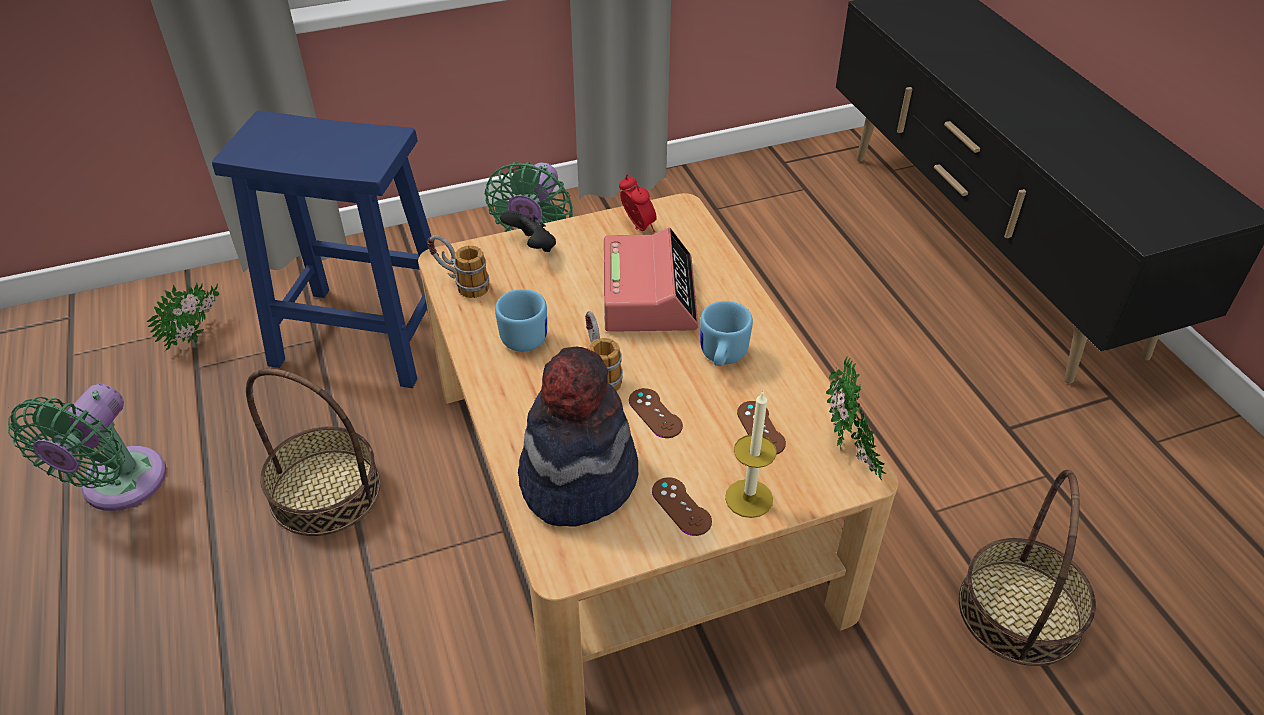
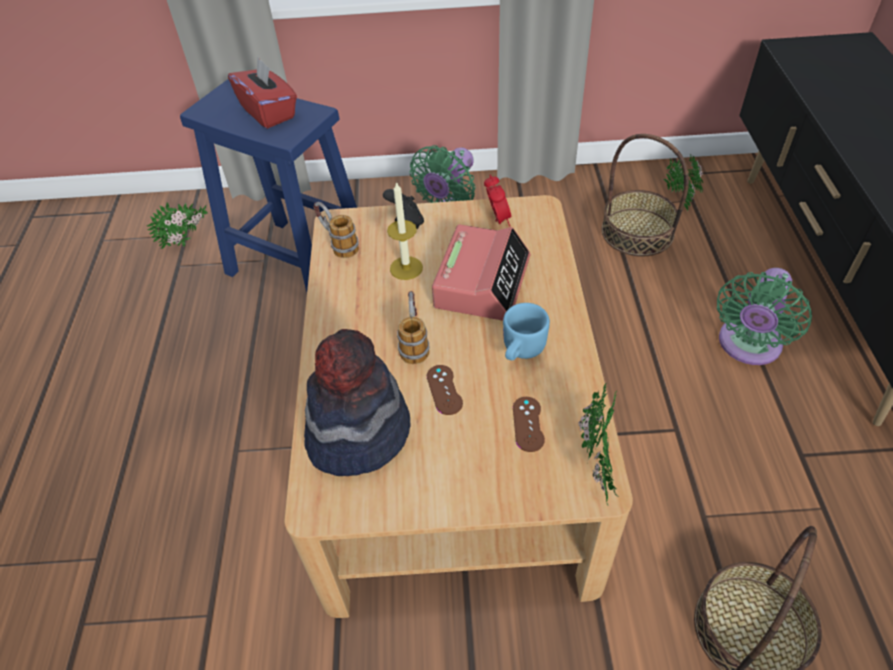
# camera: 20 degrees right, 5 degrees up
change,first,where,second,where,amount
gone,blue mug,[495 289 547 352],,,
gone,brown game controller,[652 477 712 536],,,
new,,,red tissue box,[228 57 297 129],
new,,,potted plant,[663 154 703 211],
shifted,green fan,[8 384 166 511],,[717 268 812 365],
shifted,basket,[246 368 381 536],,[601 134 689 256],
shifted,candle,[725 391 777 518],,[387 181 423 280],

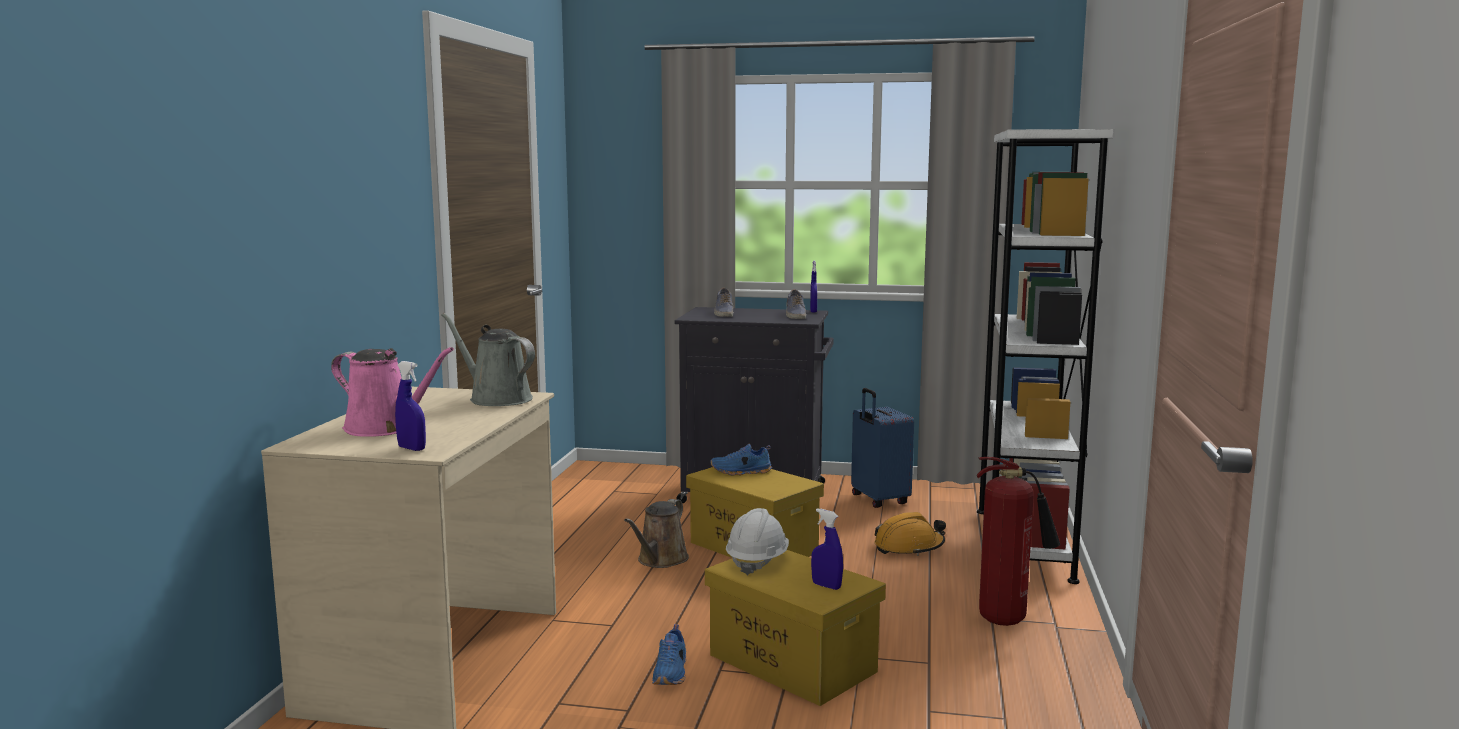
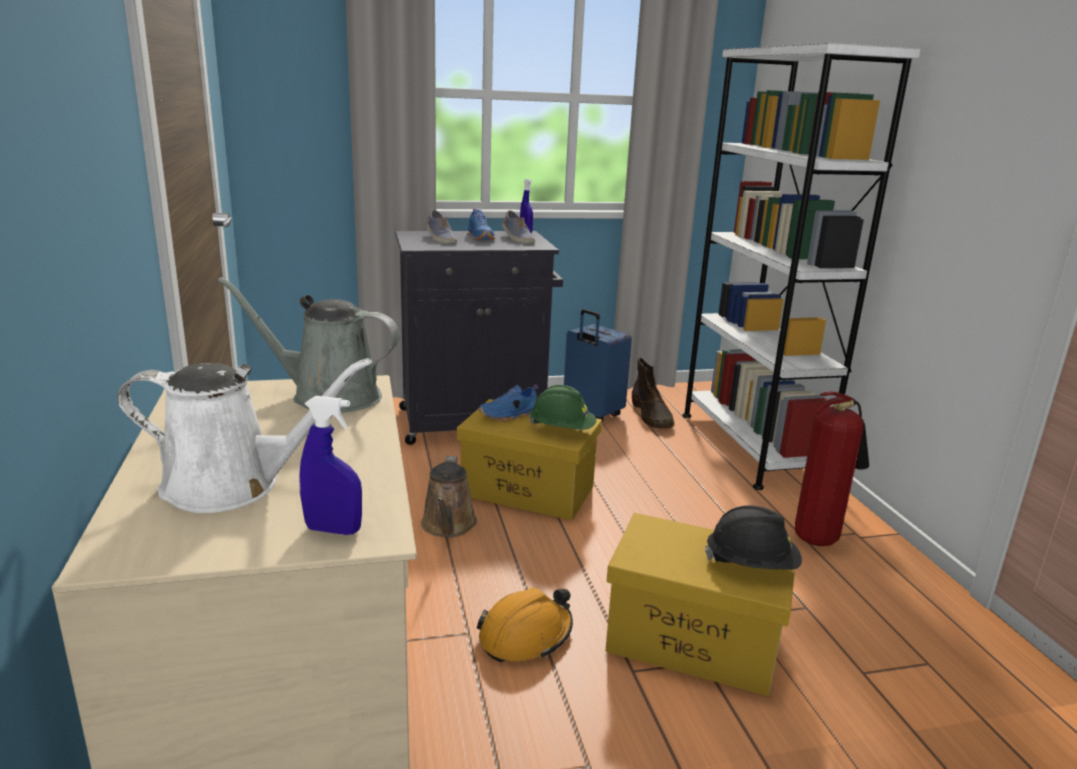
# camera: 25 degrees left, 10 degrees up
change,first,where,second,where,amount
gone,white hard hat,[726 508 789 575],,,
new,,,green hard hat,[529 385 596 430],
new,,,brown boot,[632 358 674 429],
shifted,blue shoe,[652 624 686 685],,[467 209 495 240],
shifted,orange hard hat,[874 512 946 556],,[477 587 573 662],
swapped,blue spray bottle,[811 508 843 590],black hard hat,[705 506 802 570],
repainted,pink watering can,[331 347 454 437],white watering can,[117 358 372 513],

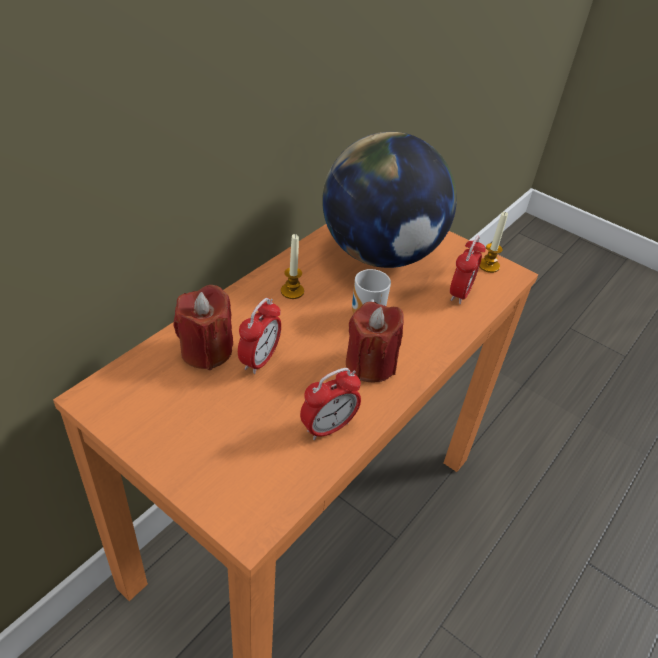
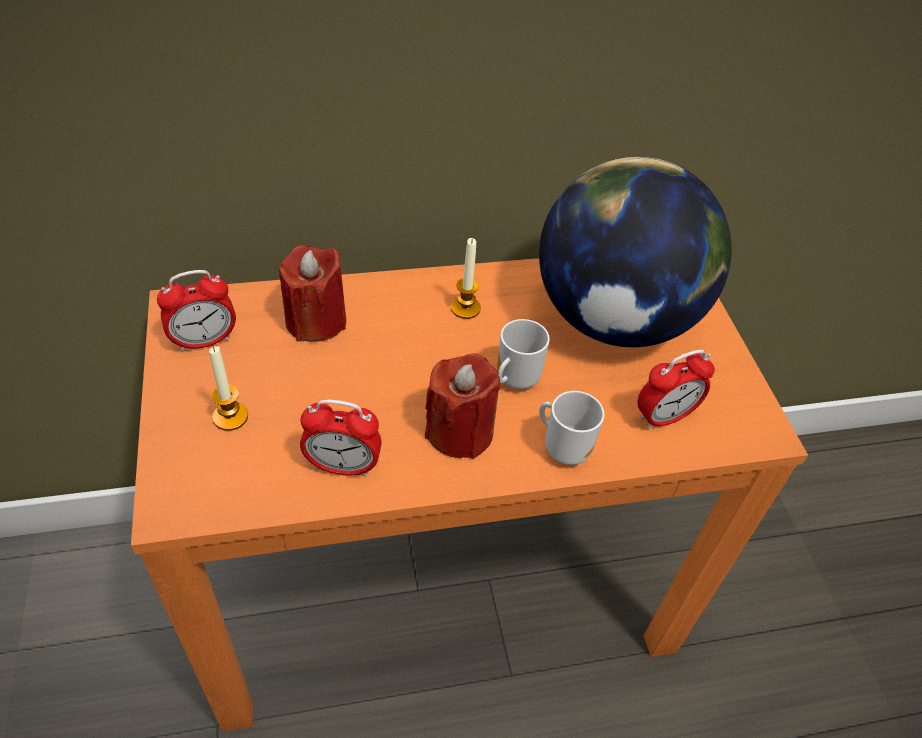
# camera: 40 degrees right, 5 degrees up
change,first,where,second,where,amount
new,,,mug,[539 391 604 465],
shifted,alarm clock,[238 298 281 374],,[157 270 236 352],
shifted,candle,[480 212 508 273],,[209 346 248 431],

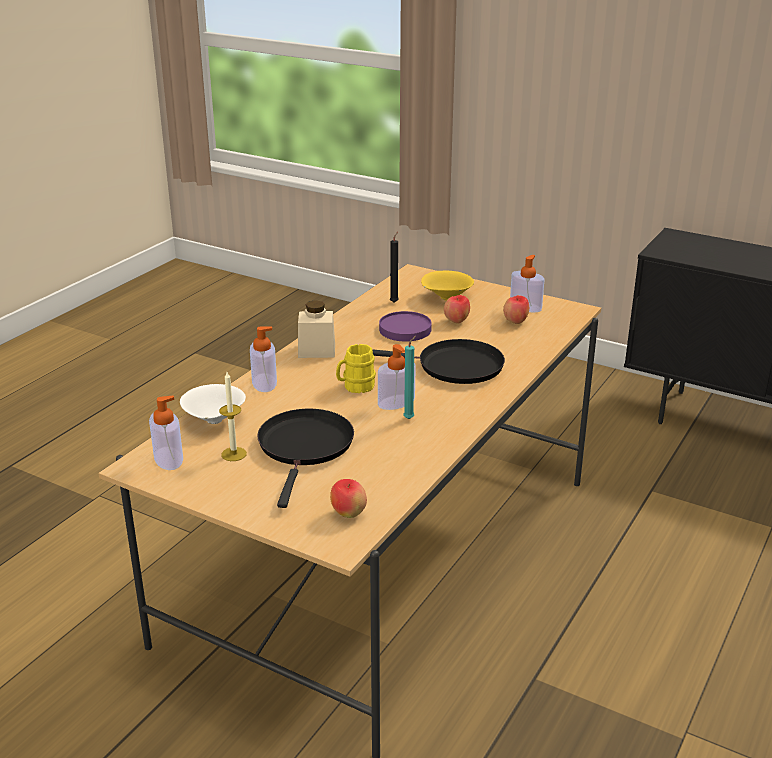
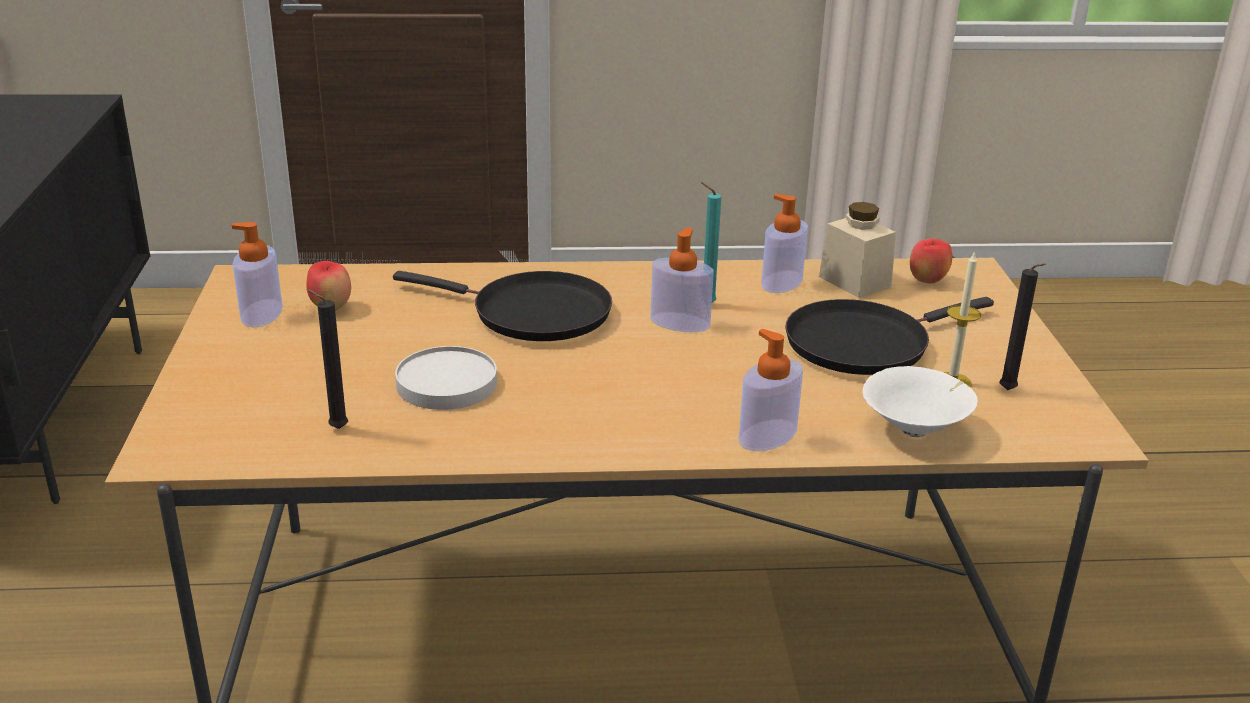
# camera: 125 degrees left, 0 degrees up
change,first,where,second,where,amount
gone,yellow mug,[336 344 376 393],,,
gone,yellow bowl,[421 271 474 301],,,
gone,apple,[444 295 470 324],,,
new,,,black candle,[1000 263 1046 390],
shifted,soap dispenser,[149 396 183 470],,[761 194 808 293],
shifted,beige jar,[298 300 335 358],,[819 202 896 298],
repainted,purple plate,[379 311 432 341],white plate,[395 346 497 410],
rotated,black frying pan,[372 339 505 384],,[393 271 612 341],135 degrees clockwise

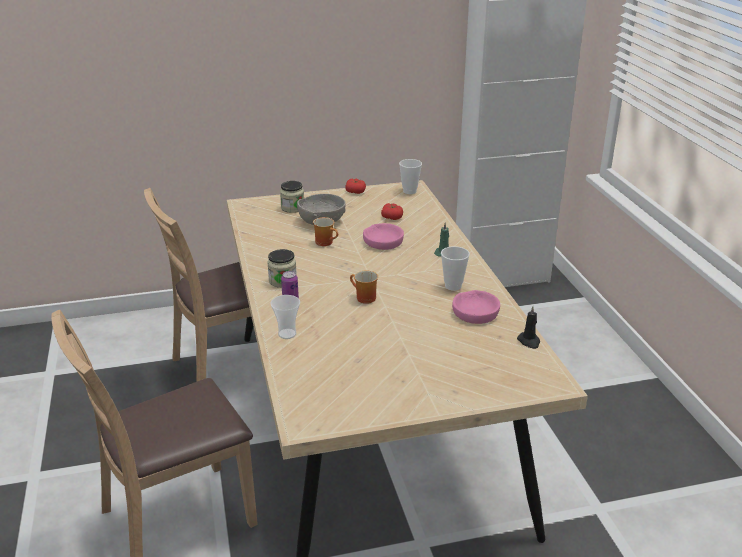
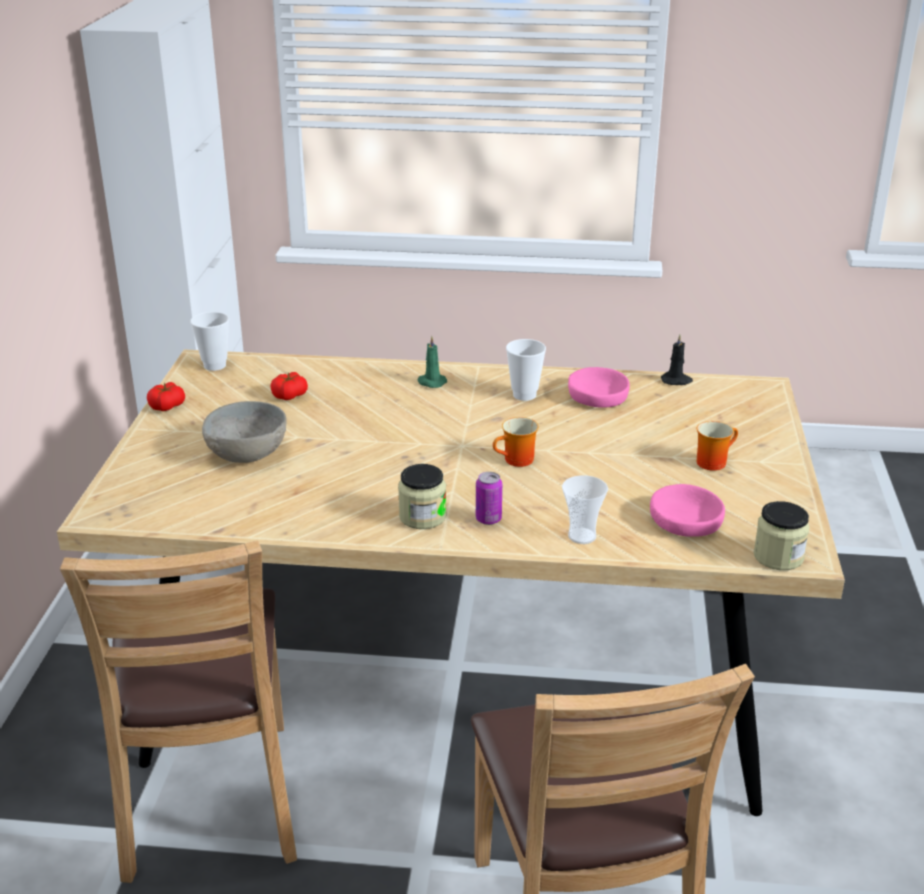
# camera: 70 degrees left, 0 degrees up
change,first,where,second,where,amount
shifted,jar,[280 181 304 213],,[753 501 810 570],
shifted,mug,[313 217 338 246],,[697 421 738 471],
shifted,pink bowl,[363 223 404 250],,[650 484 725 537],

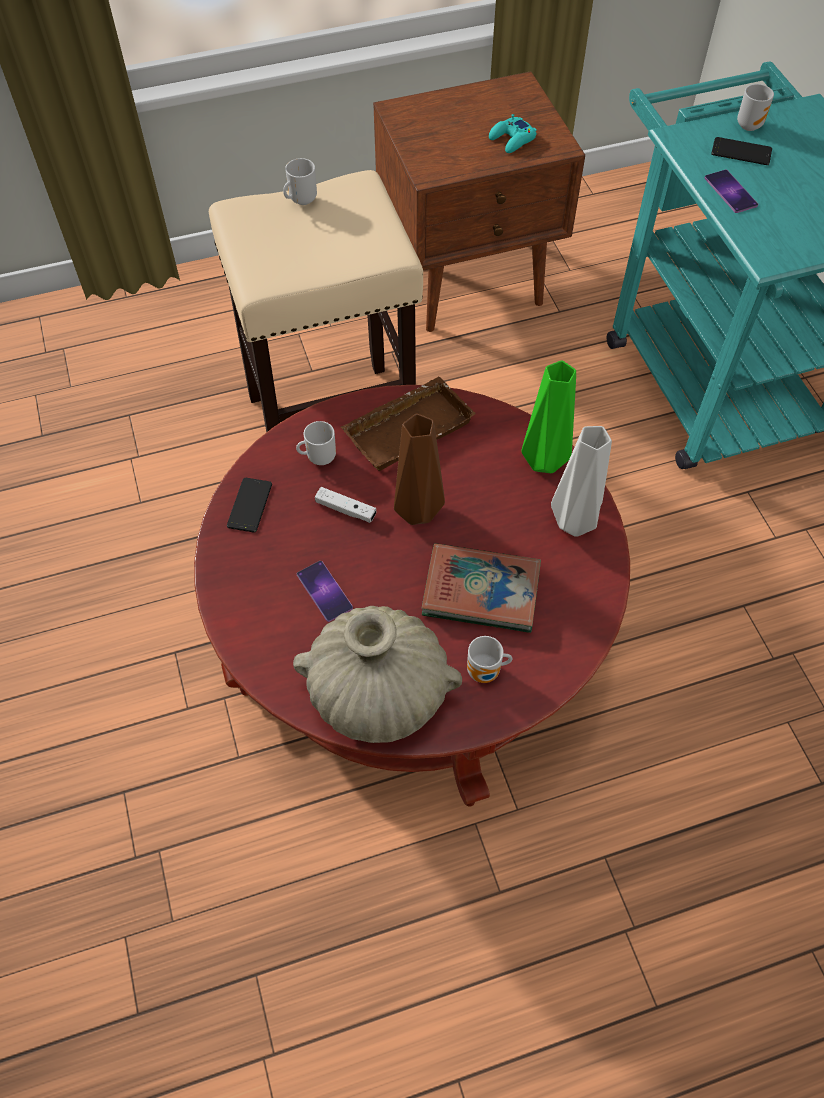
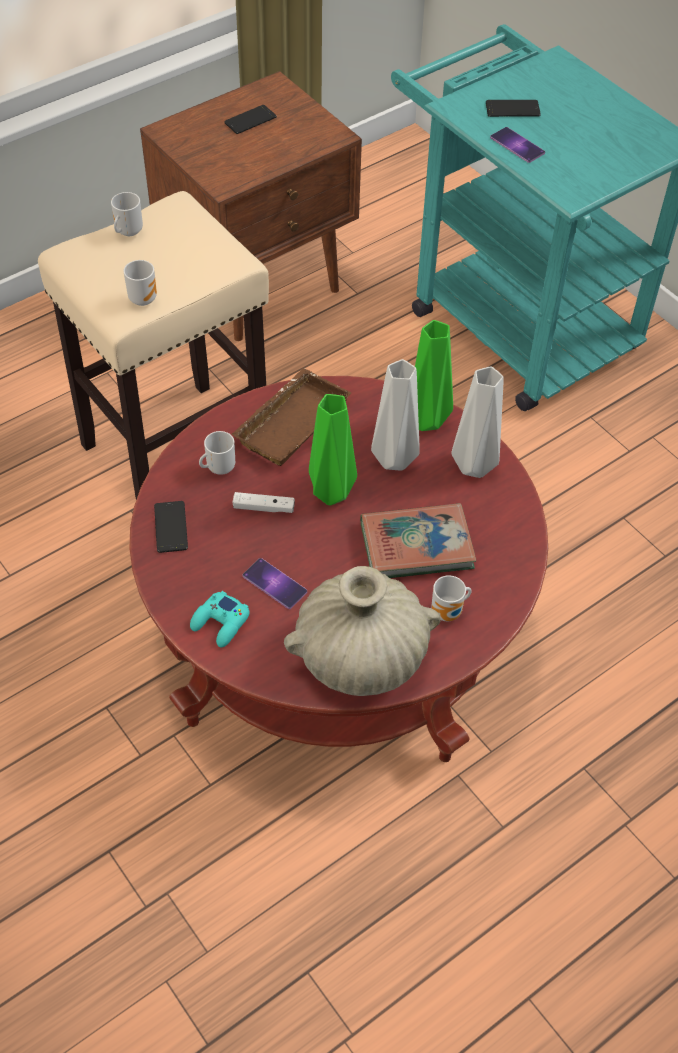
# camera: 20 degrees left, 5 degrees down
change,first,where,second,where,amount
new,,,phone,[224 105 277 134],
new,,,grey vase,[371 359 420 471],
shifted,turquoise game controller,[489 114 537 153],,[190 591 249 647],
shifted,mug,[737 84 774 131],,[124 260 157 306],
repainted,brown vase,[394 414 445 525],green vase,[309 394 357 506],

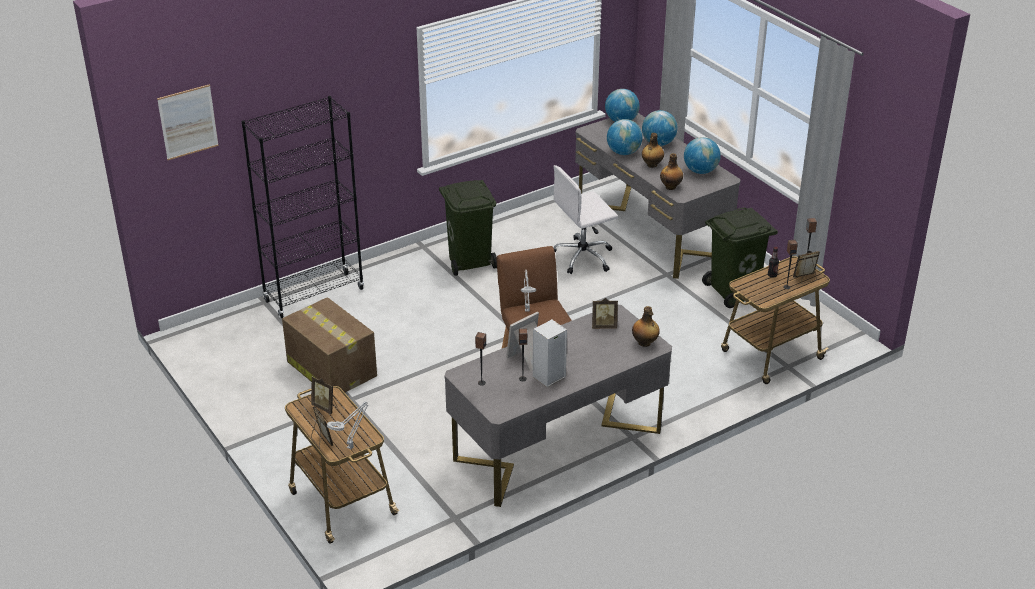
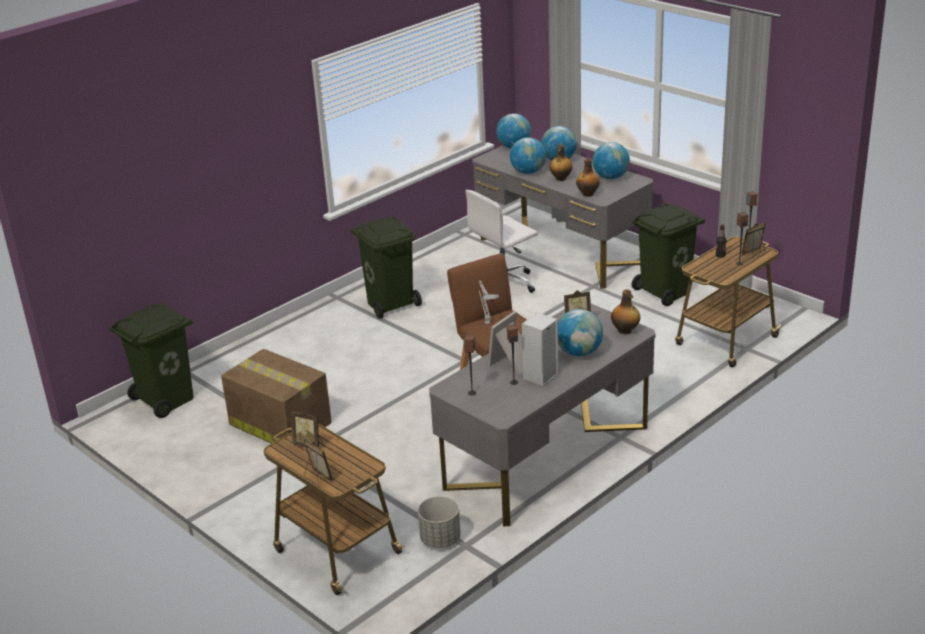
# camera: 10 degrees left, 5 degrees down
change,first,where,second,where,amount
gone,picture,[157 84 219 160],,,
gone,black bookcase,[241 96 364 318],,,
gone,grey table lamp,[327 401 368 449],,,
new,,,green trash can,[109 303 194 418],
new,,,grey planter,[418 496 461 548],
new,,,globe,[558 309 603 356],

